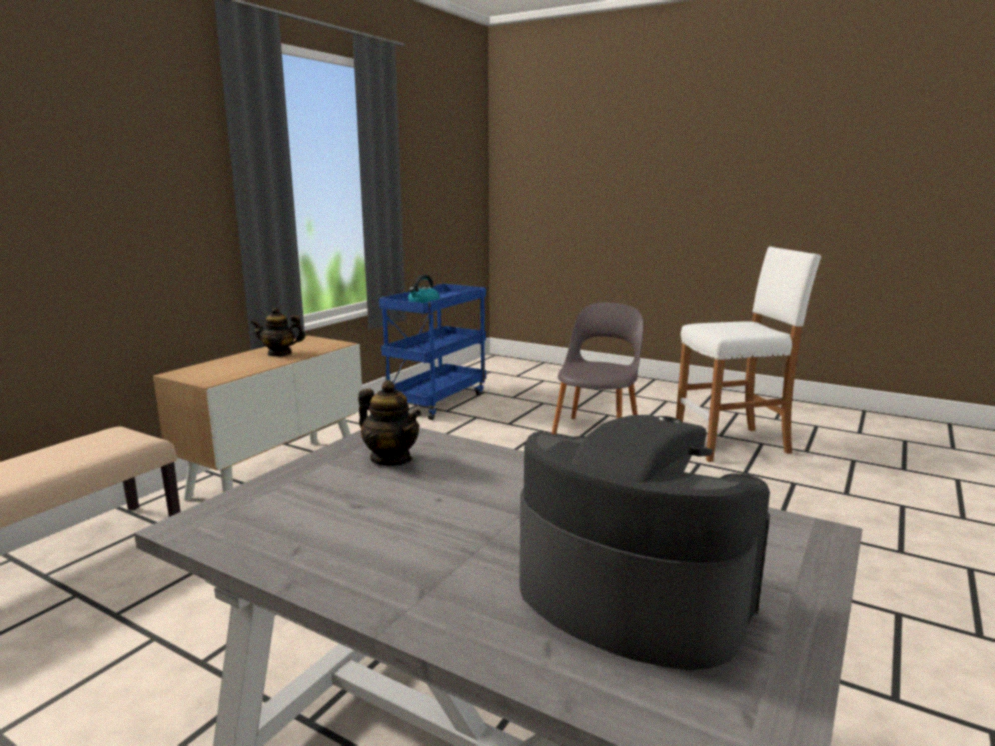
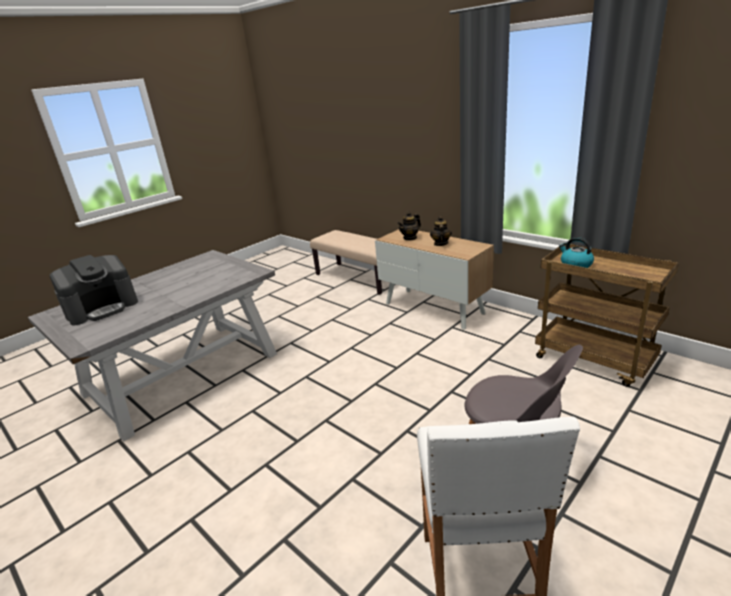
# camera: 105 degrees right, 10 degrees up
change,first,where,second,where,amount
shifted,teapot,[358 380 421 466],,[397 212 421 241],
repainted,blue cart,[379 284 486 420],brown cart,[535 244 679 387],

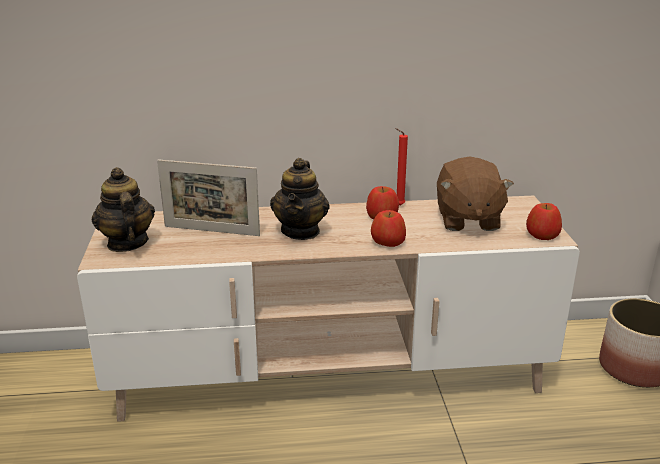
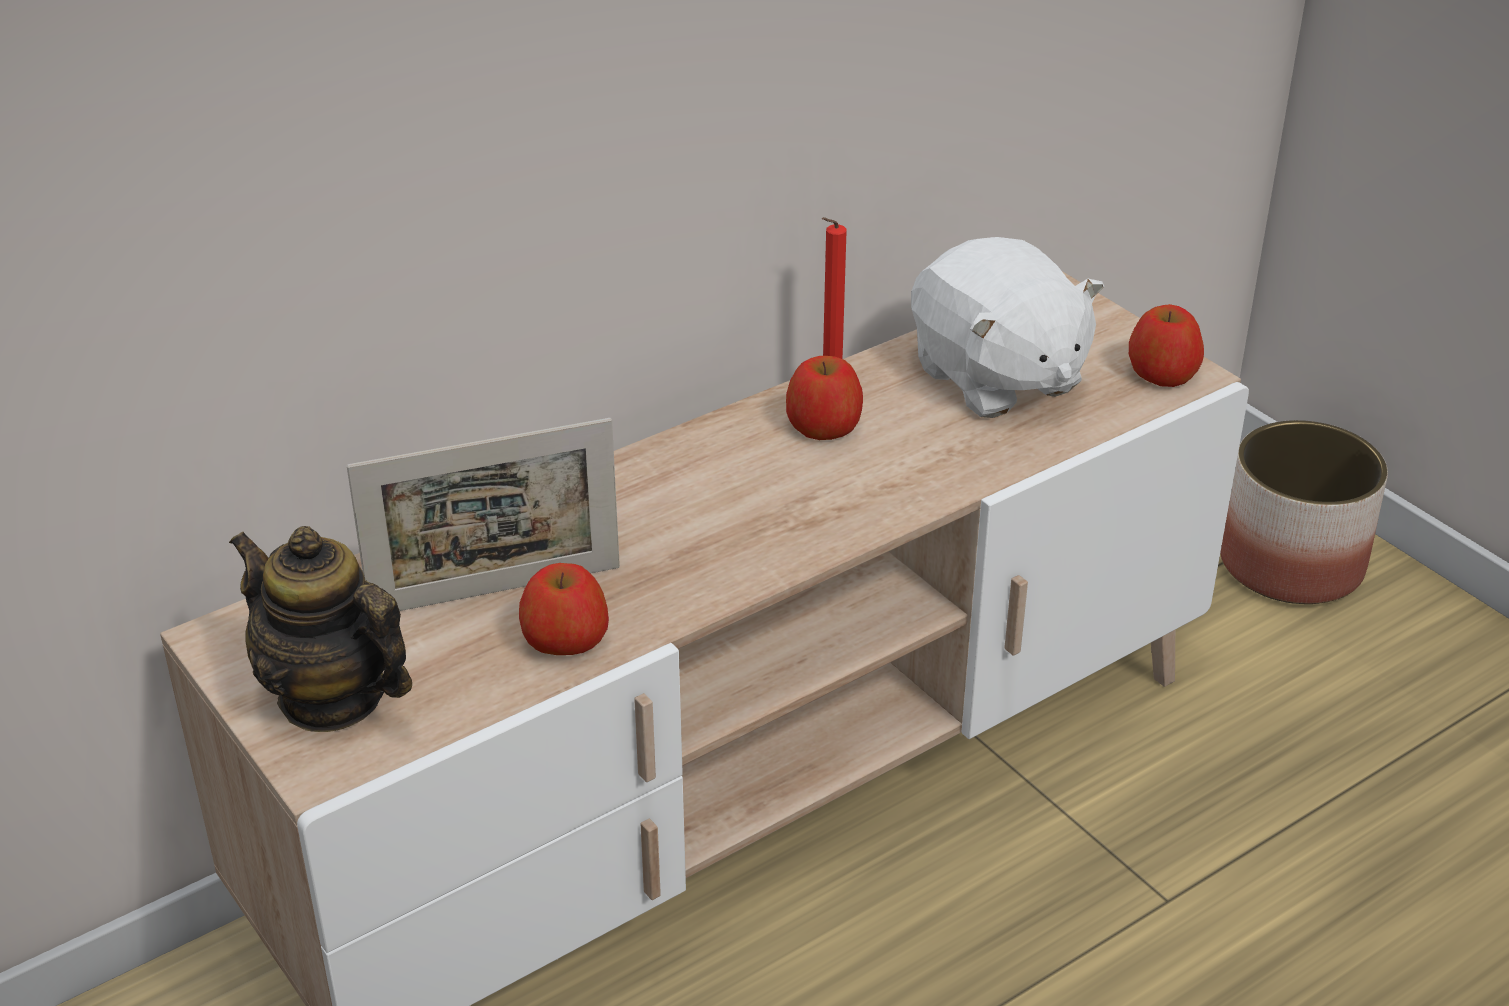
# camera: 30 degrees left, 10 degrees up
change,first,where,second,where,amount
gone,teapot,[270 158 330 240],,,
shifted,apple,[371 210 406 247],,[519 563 609 655],
repainted,brown plush toy,[437 156 514 231],white plush toy,[911 237 1104 418],

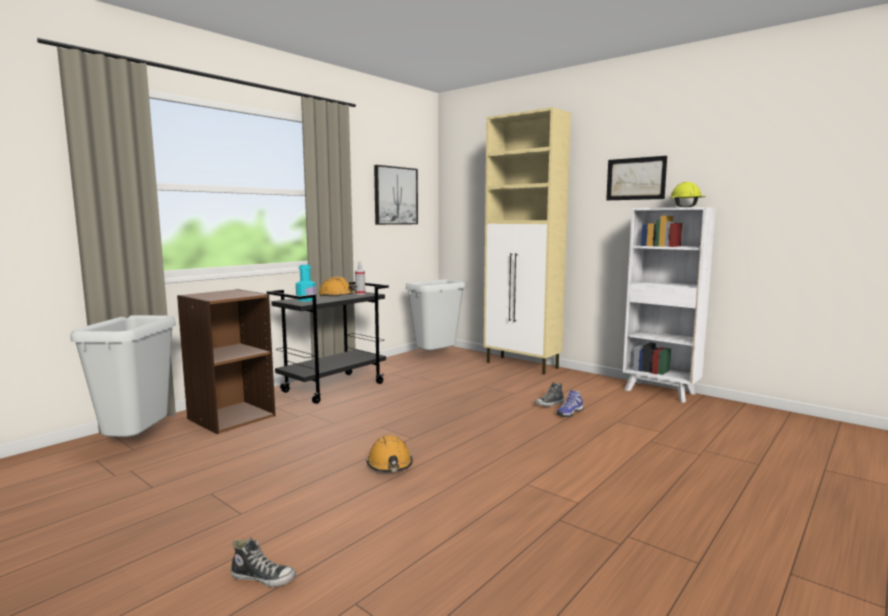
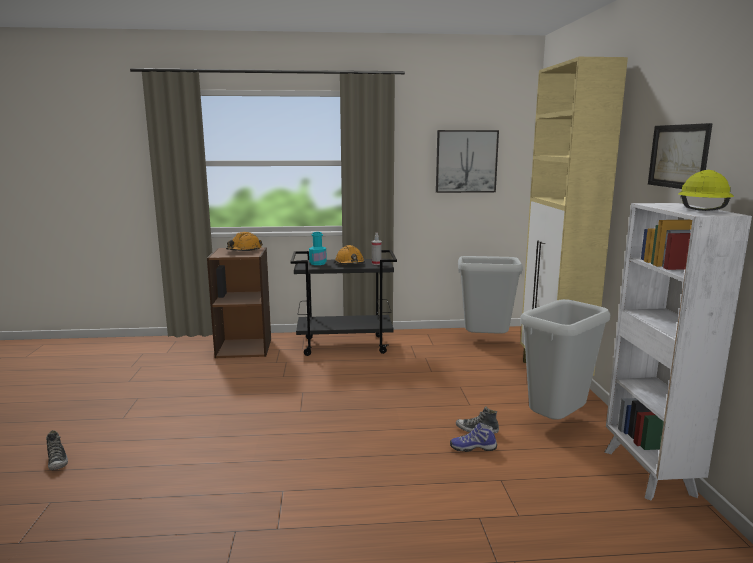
# camera: 45 degrees right, 5 degrees up
change,first,where,second,where,amount
shifted,grey trash can,[70 315 176 437],,[520 299 610 420],
shifted,orange hard hat,[366 435 413 472],,[226 232 263 251],

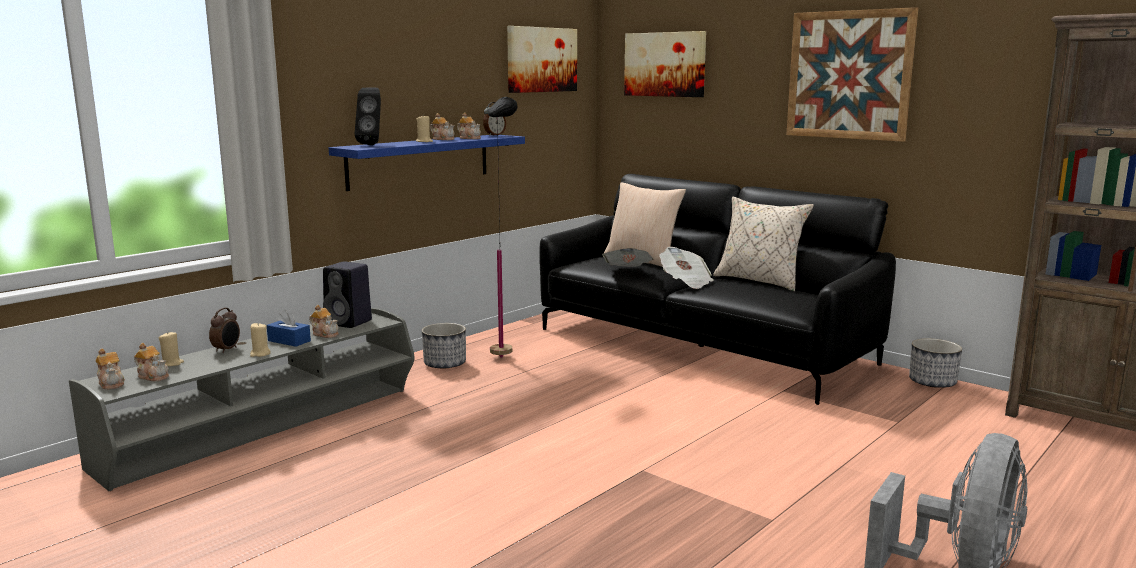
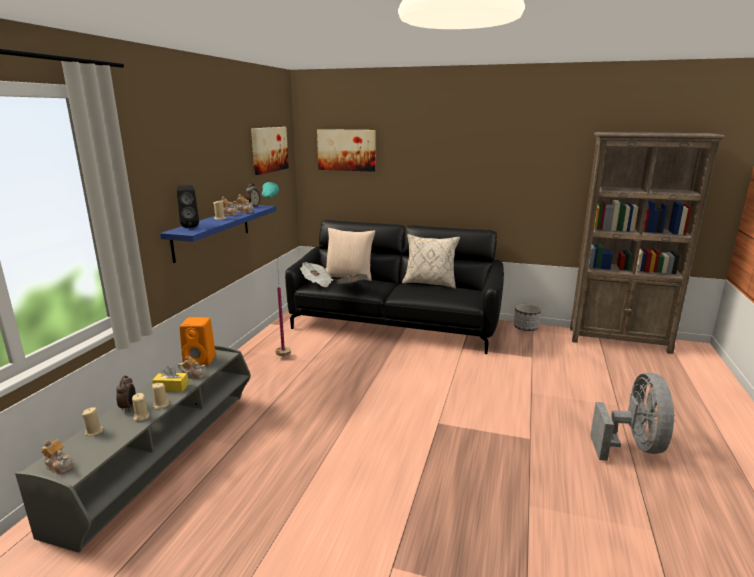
# camera: 25 degrees left, 5 degrees up
change,first,where,second,where,amount
gone,teapot,[134 343 169 381],,,
gone,planter,[422 323 466 369],,,
gone,picture,[786 7 919 142],,,
new,,,beige candle,[132 393 150 421],
shifted,newspaper,[659 247 714 289],,[300 262 333 287],
repainted,blue tissue box,[267 310 311 347],yellow tissue box,[152 366 189 392],
repainted,black speaker,[323 261 372 328],orange speaker,[179 317 216 366],
repainted,black floor lamp,[487 97 517 358],turquoise floor lamp,[262 182 291 357],

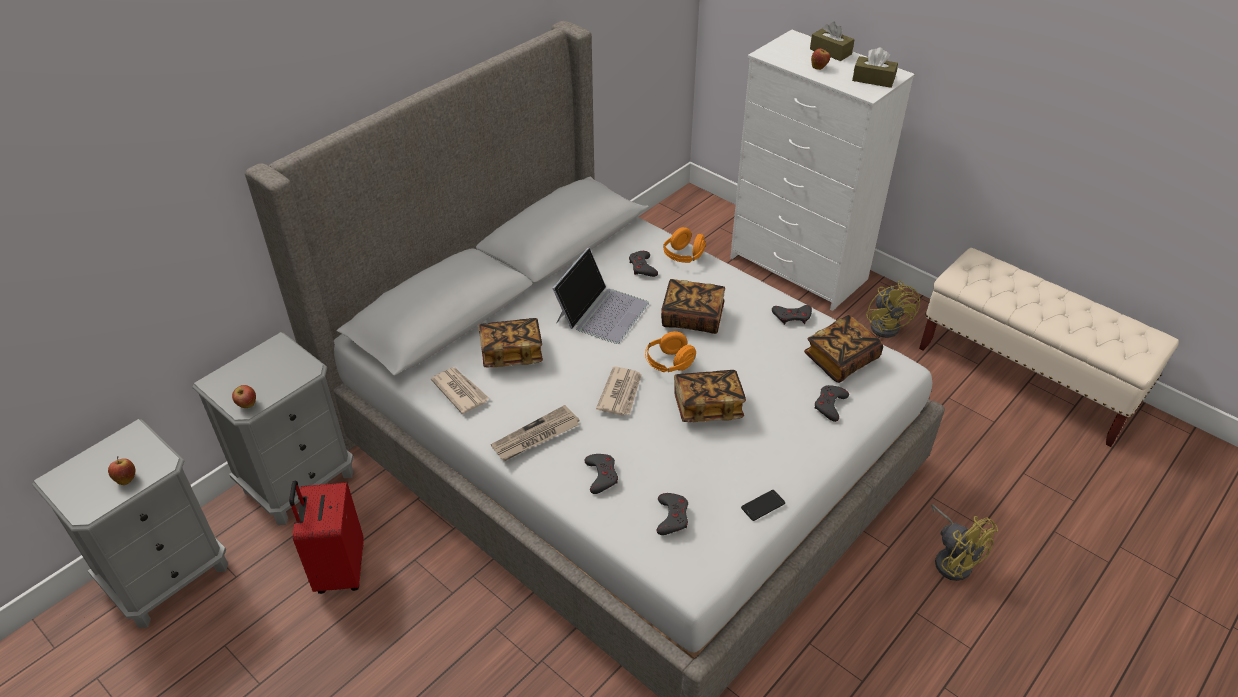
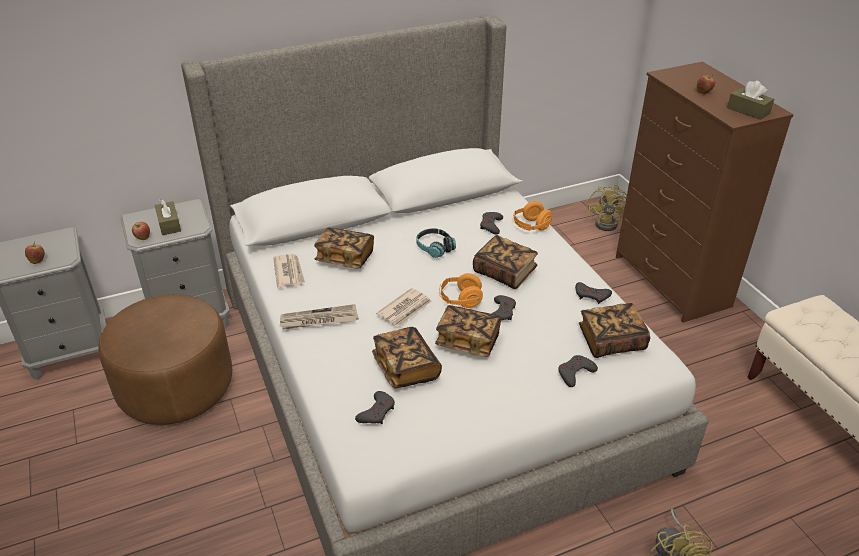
# camera: 25 degrees right, 5 degrees down
change,first,where,second,where,amount
gone,phone,[741 490 785 521],,,
new,,,book,[372 327 442 388],
shifted,grey game controller,[585 454 618 494],,[491 295 516 320],
shifted,brown tissue box,[810 22 855 61],,[155 199 181 235],
shifted,yellow fan,[866 281 920 338],,[588 185 627 231],
swapped,red suitcase,[289 481 364 594],brown ottoman,[98 294 232 425],
swapped,laptop,[552 247 649 344],headphones,[416 228 456 258],
repainted,white dresser,[730 30 915 311],brown dresser,[616 62 794 323],

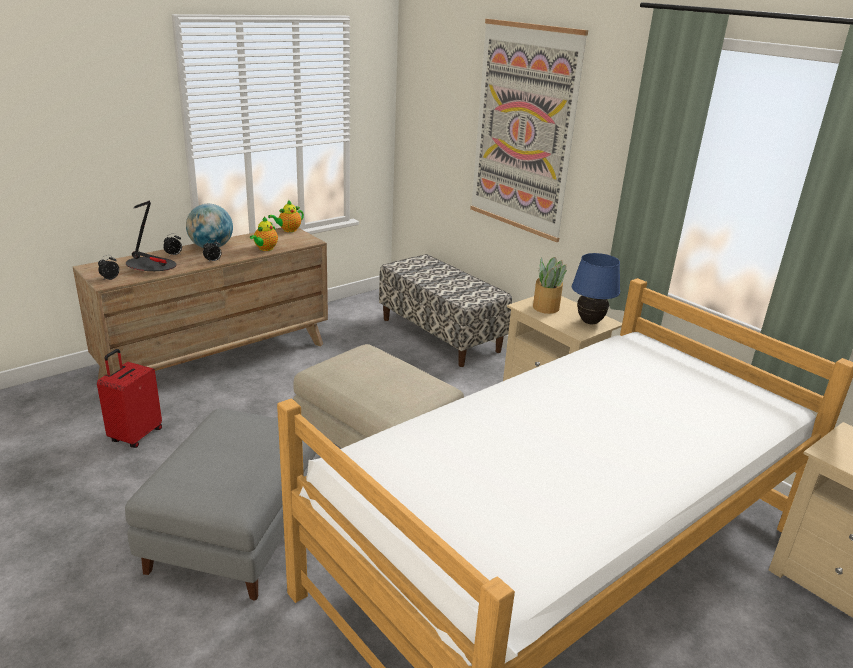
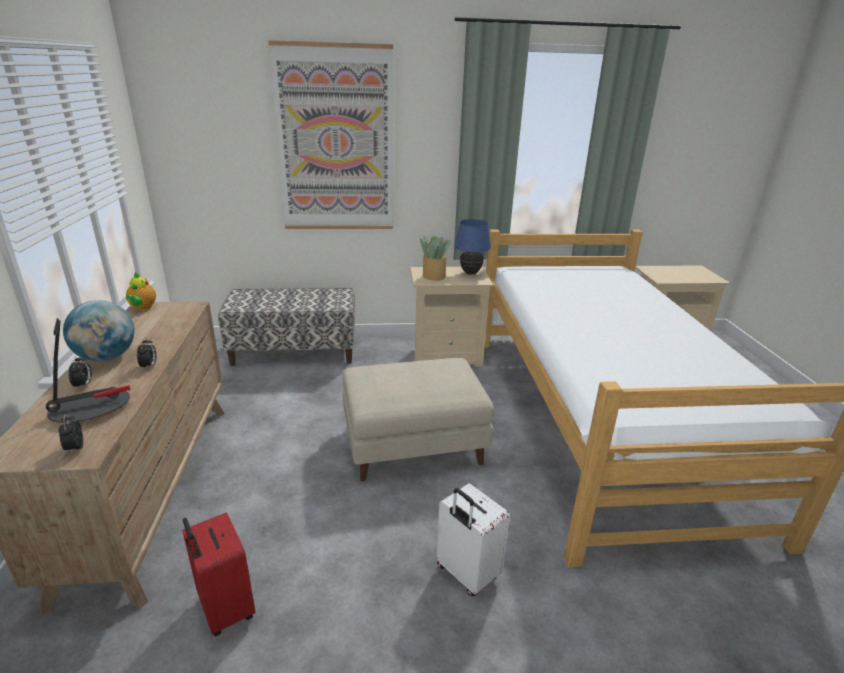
# camera: 55 degrees left, 0 degrees up
change,first,where,second,where,amount
gone,teapot,[250 217 278 251],,,
swapped,grey ottoman,[125 409 321 601],white suitcase,[436 483 510 596],

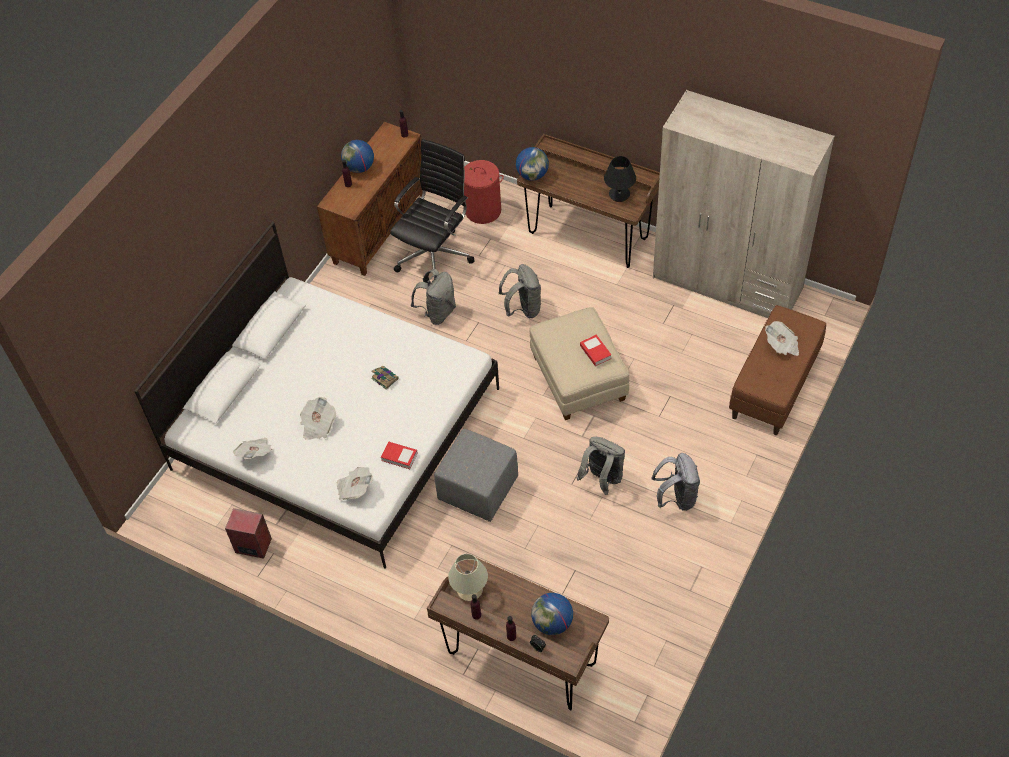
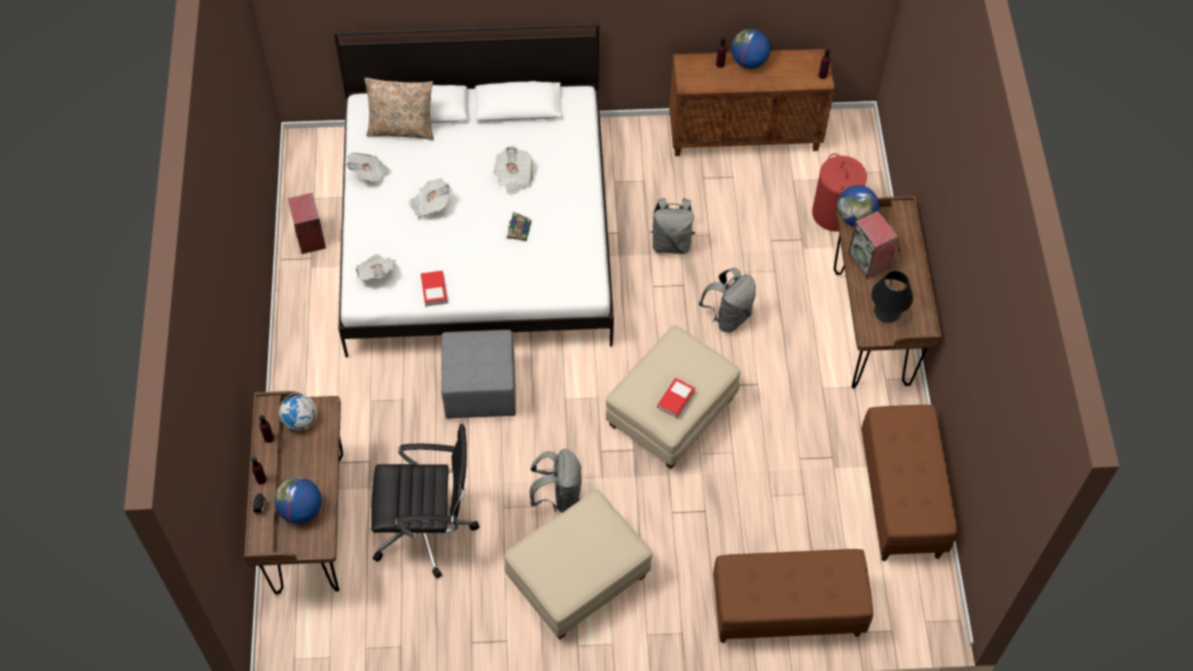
# camera: 55 degrees right, 5 degrees up
change,first,where,second,where,amount
new,,,beige pillow,[364 78 434 140],
new,,,speaker,[847 211 898 279],
shifted,black office chair,[390 139 475 273],,[371 424 480 579],
shifted,newspaper,[765 321 799 356],,[493 146 533 195],
swapped,beige table lamp,[448 554 488 601],globe,[279 393 317 430],
swapped,grey backpack,[651 453 700 511],beige ottoman,[504 489 653 640],
swapped,beige wardrobe,[653 90 835 318],brown bench,[861 405 957 561],

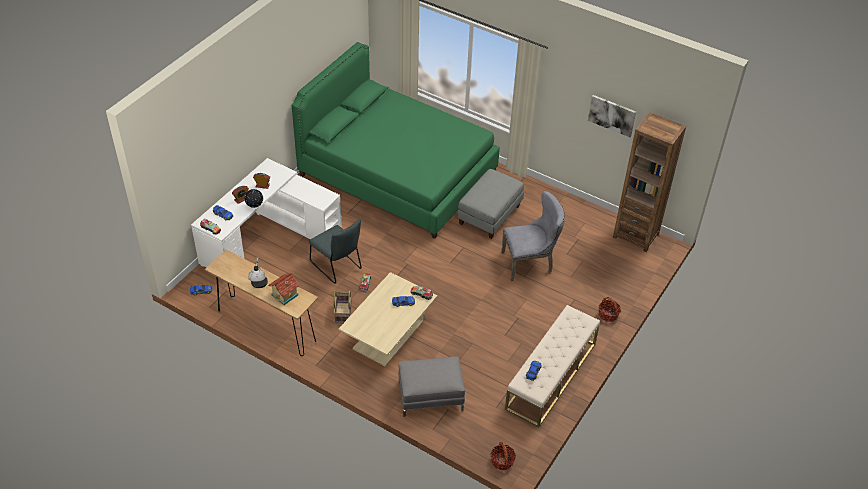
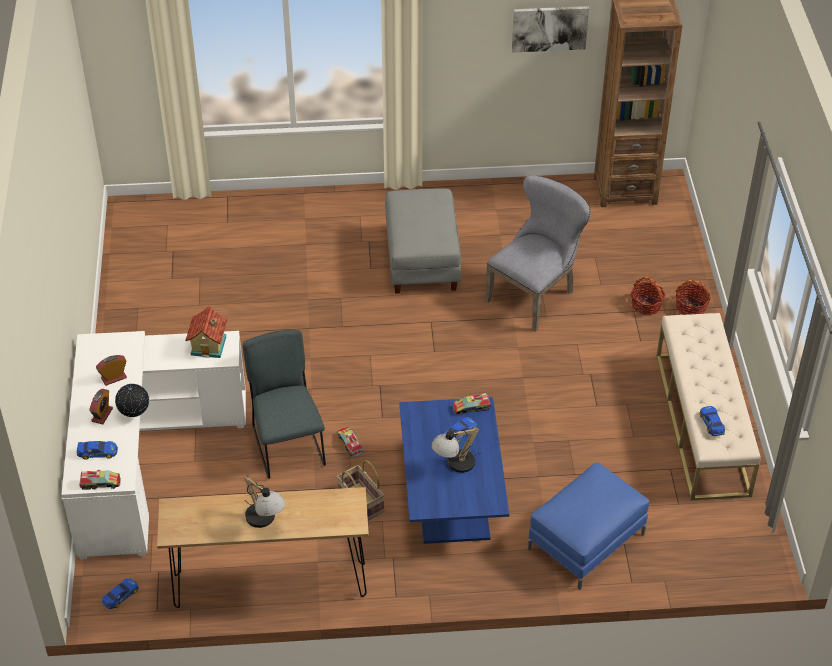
# camera: 35 degrees left, 0 degrees up
change,first,where,second,where,amount
gone,green bed,[292 42 500 239],,,
new,,,table lamp,[431 427 481 473],
shifted,toy house,[268 273 300 305],,[185 306 227 358],
shifted,basket,[490 442 516 470],,[631 277 666 315],
repainted,beige coffee table,[339 272 437 367],blue coffee table,[399 397 509 544],
repainted,grey ottoman,[398 356 465 417],blue ottoman,[528 462 649 590],
rotated,grey chair,[309 219 362 284],,[243 330 326 479],120 degrees counterclockwise

